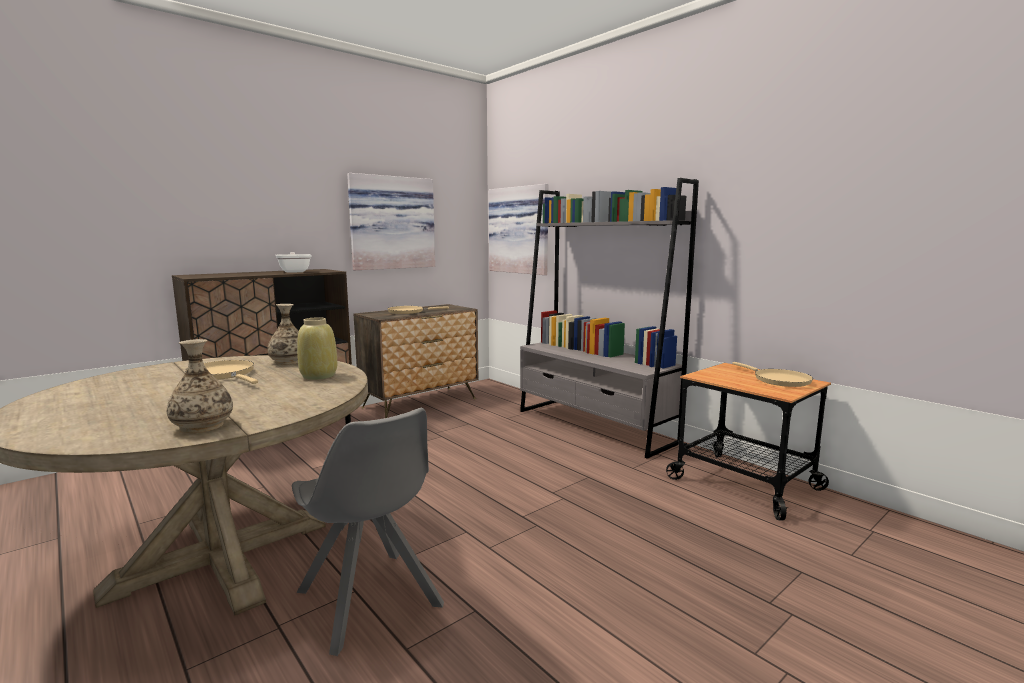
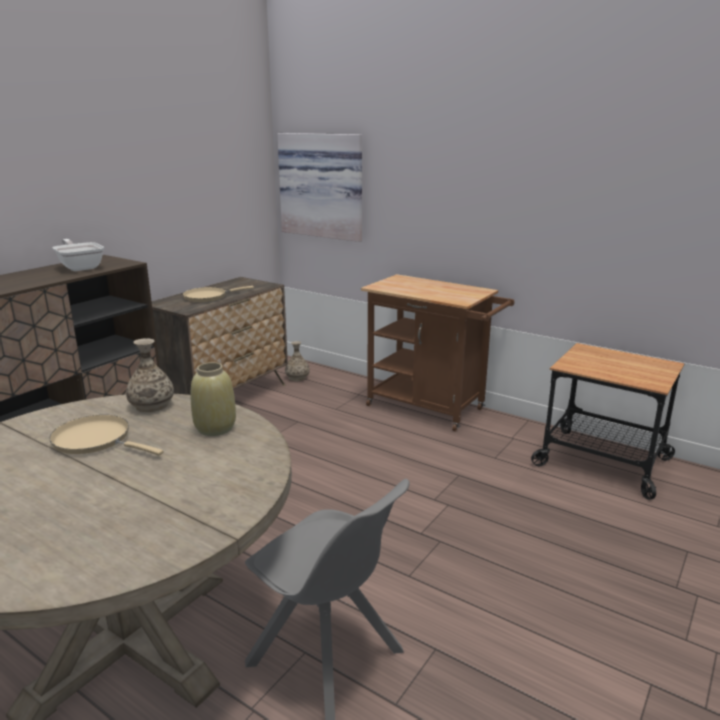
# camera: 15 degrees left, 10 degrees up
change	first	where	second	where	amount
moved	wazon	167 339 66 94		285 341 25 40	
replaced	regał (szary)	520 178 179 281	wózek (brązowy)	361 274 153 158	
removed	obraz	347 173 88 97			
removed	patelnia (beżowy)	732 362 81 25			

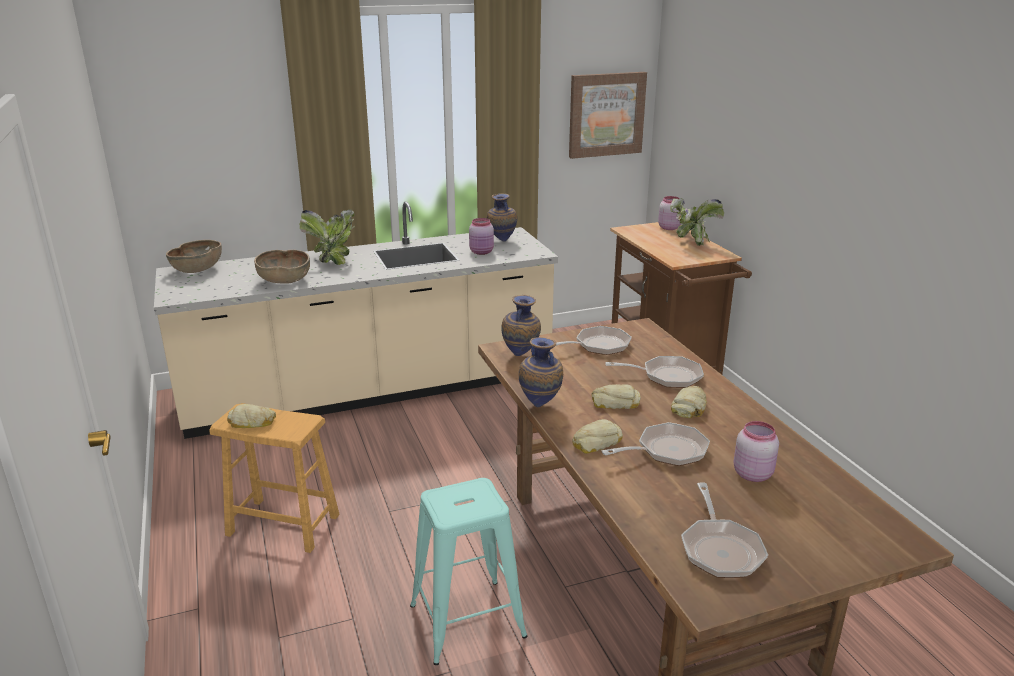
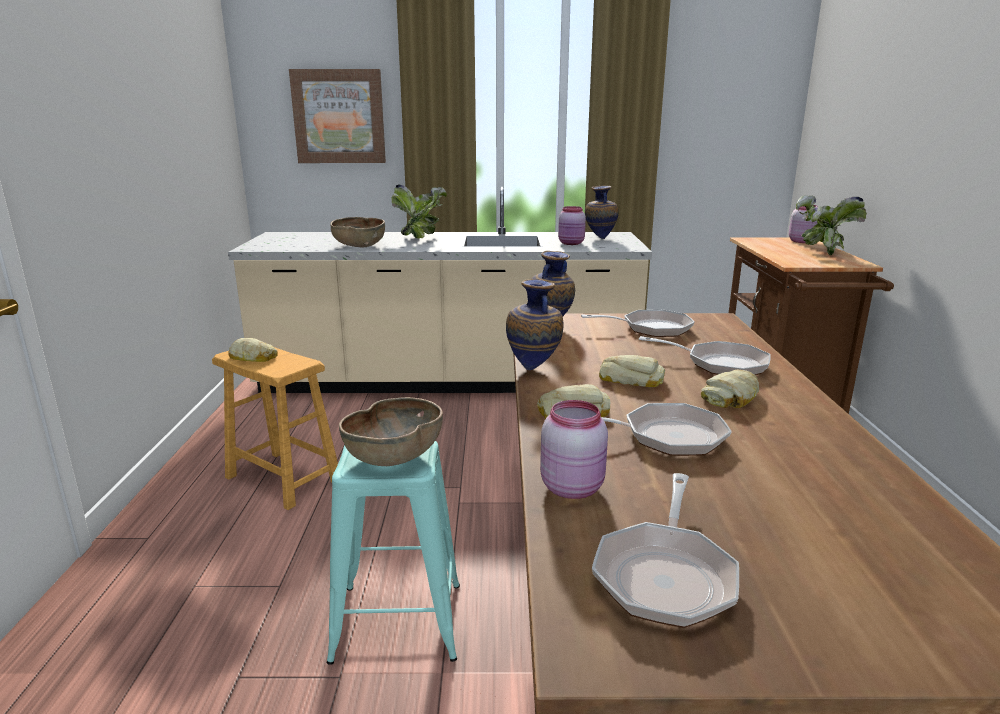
# camera: 20 degrees right, 5 degrees down
change	first	where	second	where	amount
moved	obraz	569 72 78 87		289 69 97 94	
moved	miska (brązowy)	166 240 56 33		339 397 104 69	
moved	słoik (różowy)	733 421 46 61		540 400 68 99	

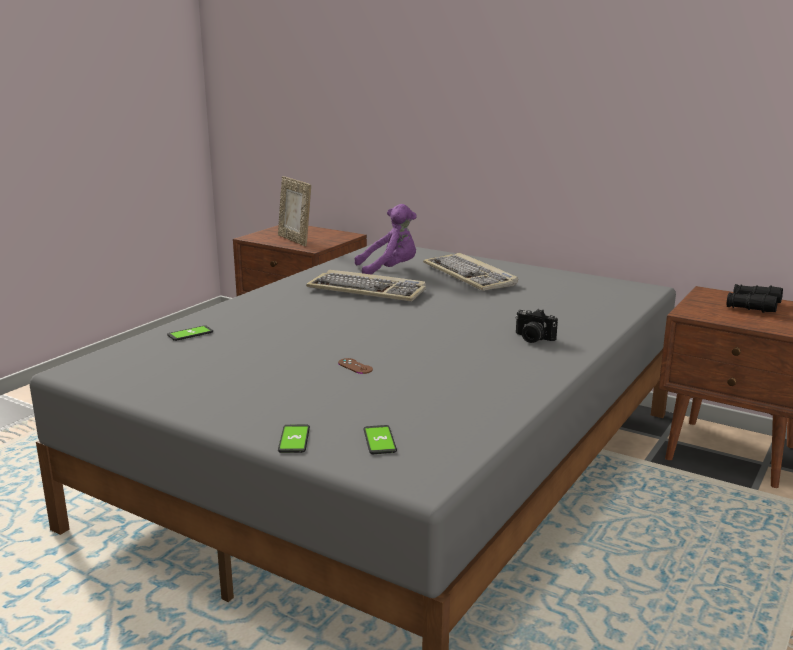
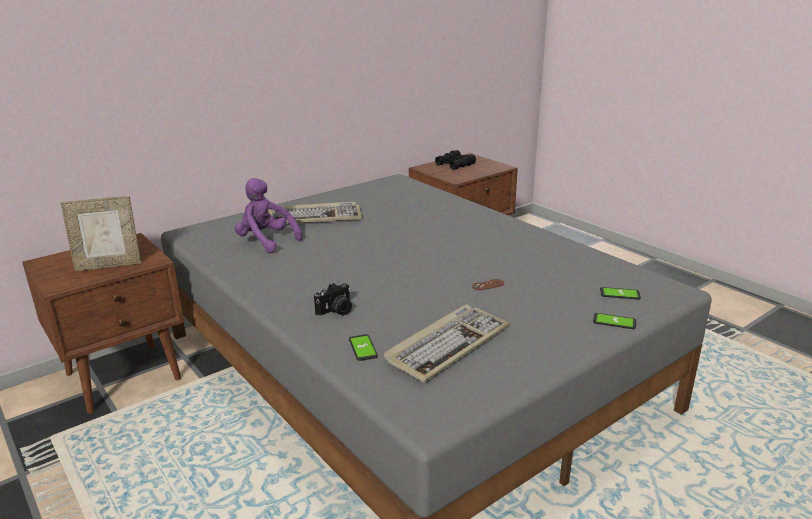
# camera: 70 degrees left, 5 degrees up
change	first	where	second	where	amount
turned	pluszak (fioletowy)	355 204 62 71		235 178 67 74	60 degrees counterclockwise
moved	aparat fotograficzny	515 309 43 34		314 283 38 33	
moved	klawiatura	306 270 120 31		384 304 126 79	

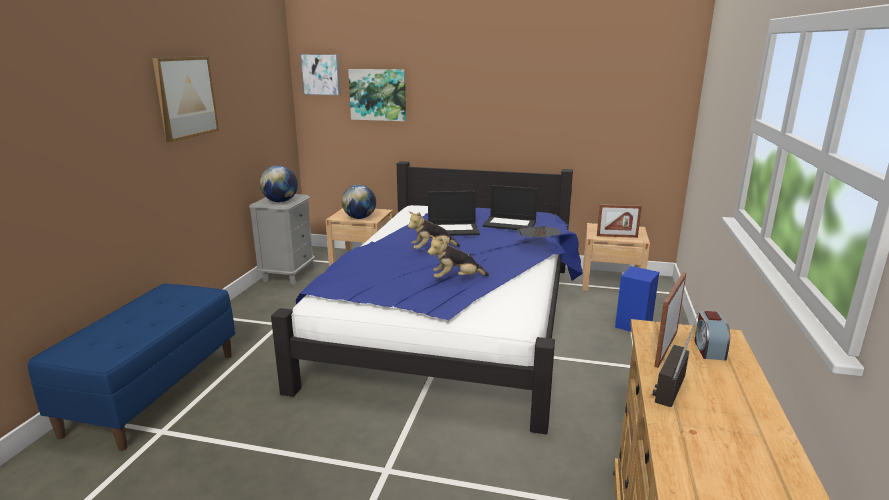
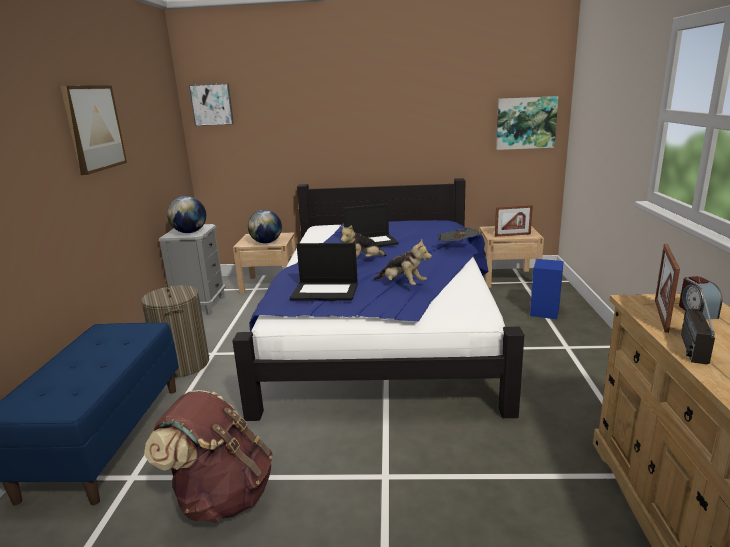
# camera: 10 degrees left, 0 degrees up
change	first	where	second	where	amount
added			kosz na pranie	141 283 68 95	
added			plecak (brązowy)	144 390 129 133	
moved	laptop	483 185 55 45		290 243 68 58	
turned	pluszak	427 235 62 43		374 239 58 46	120 degrees counterclockwise
moved	obraz	348 69 58 52		496 96 63 54	

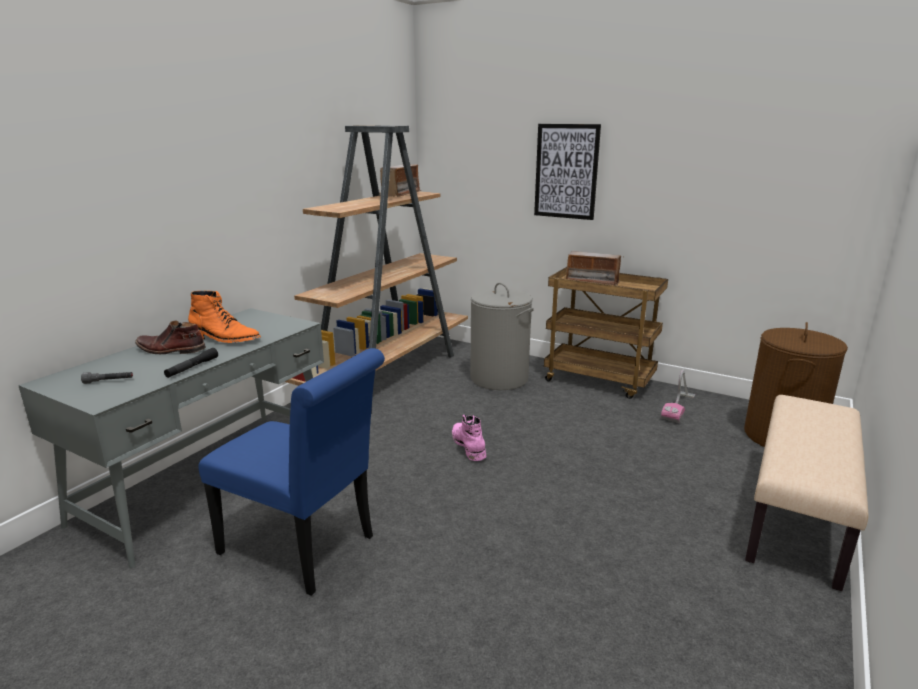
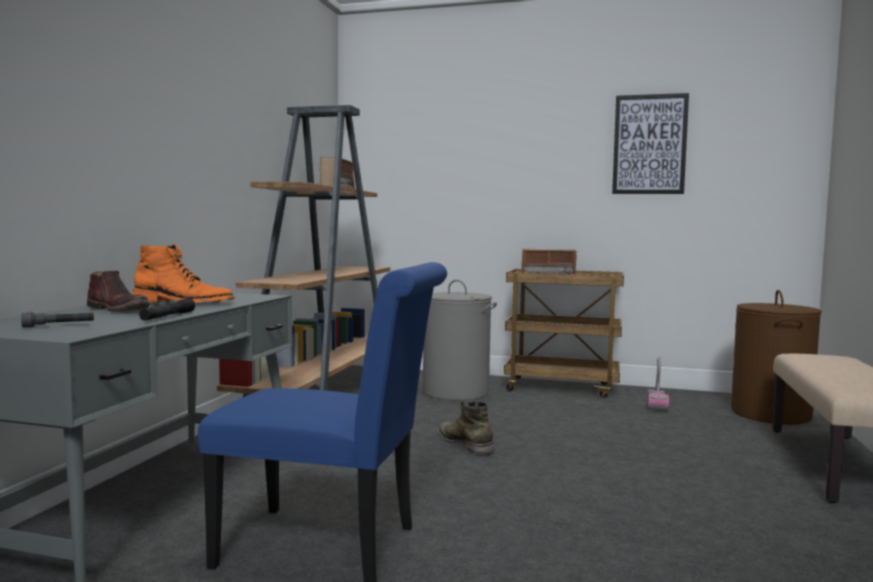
# camera: 15 degrees left, 15 degrees down
change	first	where	second	where	amount
turned	but z cholewką (brązowy)	135 320 71 34		87 271 63 41	135 degrees counterclockwise
recoloured	but z cholewką (różowy)	452 415 34 46	but z cholewką (zielony)	438 400 57 53	
moved	obraz	534 124 67 96		612 93 77 101	

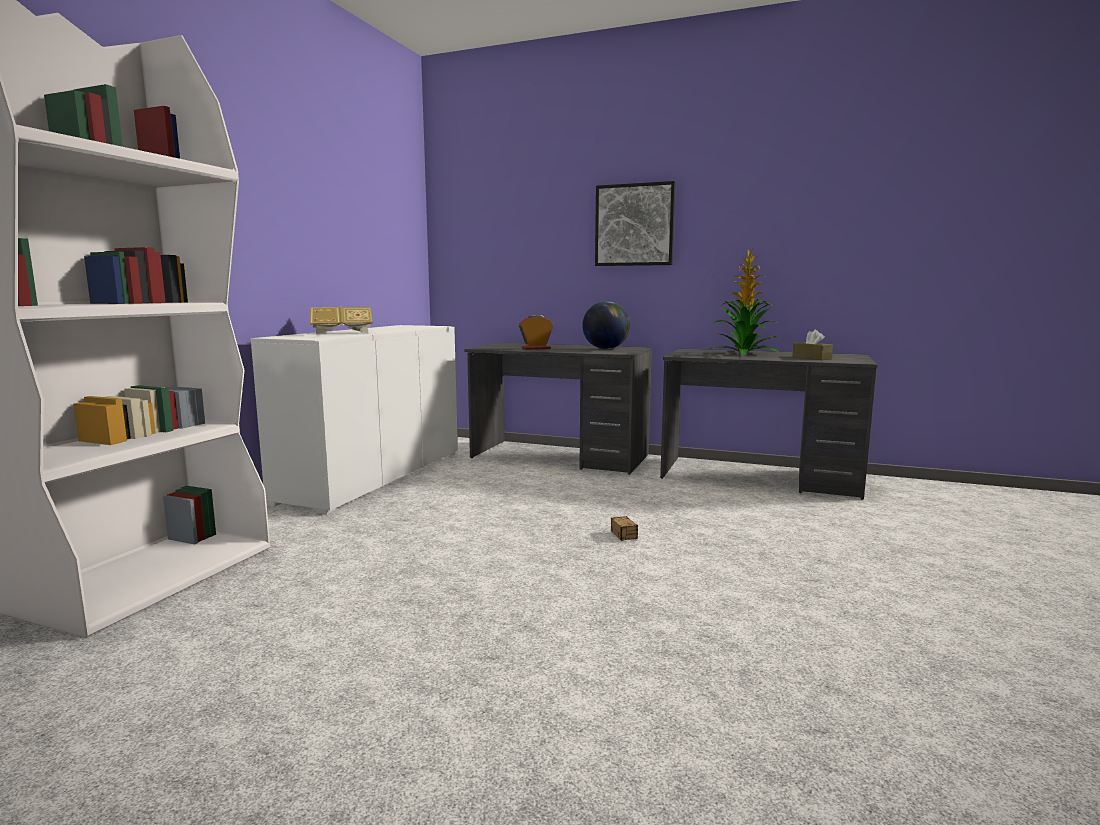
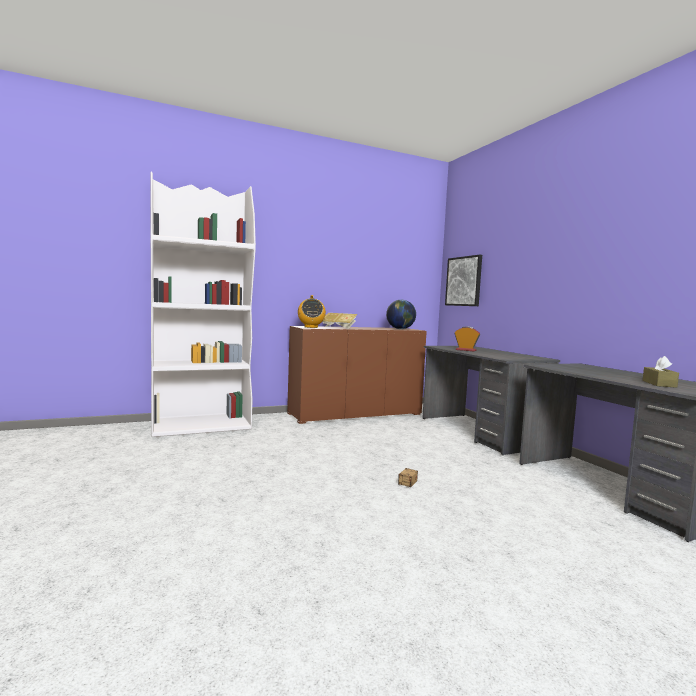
# camera: 45 degrees right, 5 degrees down
change	first	where	second	where	amount
recoloured	szafka (biały)	251 325 207 189	szafka (brązowy)	287 326 140 98	
added			radio	298 295 28 33	
moved	globus	582 301 48 48		386 300 30 29	
moved	obraz	595 181 81 85		445 255 37 51	
removed	roślina doniczkowa	710 249 69 106			

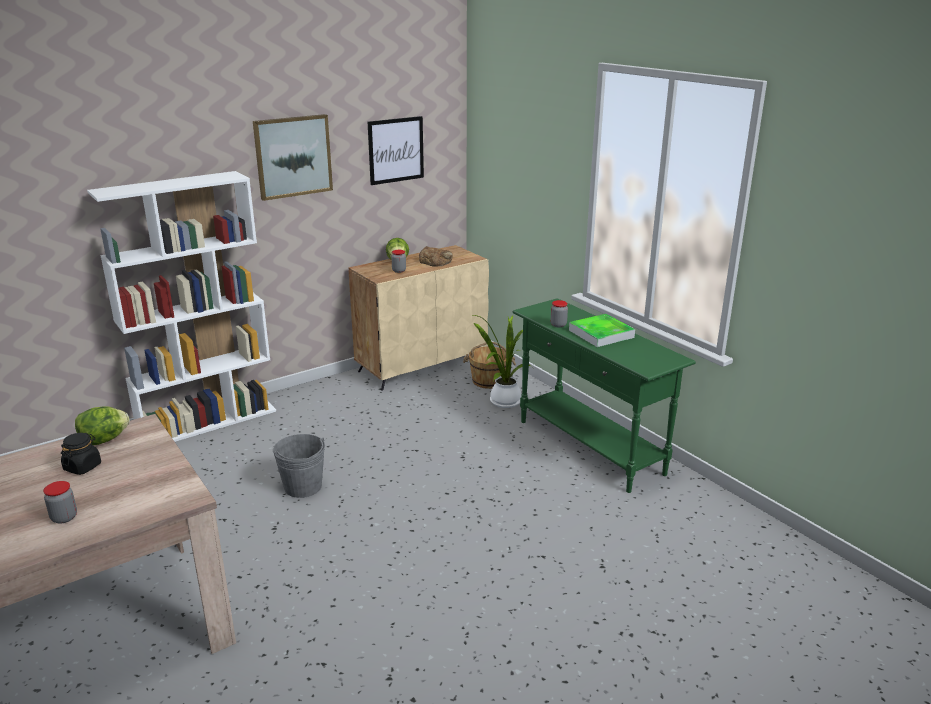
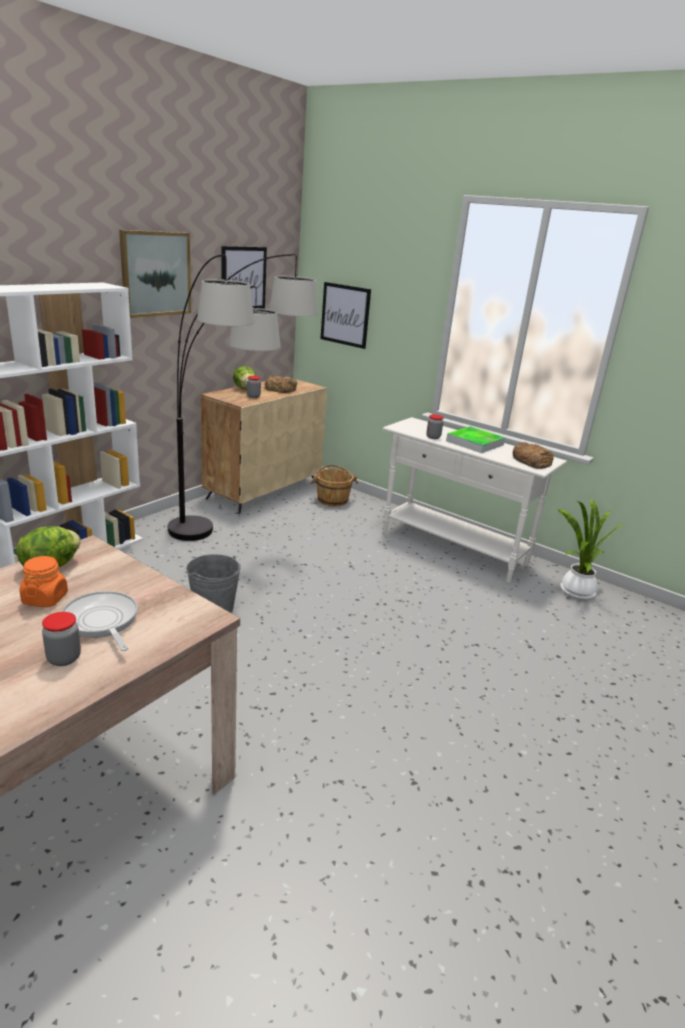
# camera: 20 degrees left, 0 degrees up
change	first	where	second	where	amount
recoloured	słoik (czarny)	61 433 40 42	słoik (pomarańczowy)	19 556 49 51	
added			patelnia	61 591 77 60	
added			lampa stojąca	168 254 150 287	
added			obraz	320 282 51 67	
recoloured	stolik konsolowy (zielony)	513 298 183 195	stolik konsolowy (biały)	383 417 184 166	
added			chleb	513 442 41 27	
moved	roślina doniczkowa	473 315 59 93		557 499 67 101	

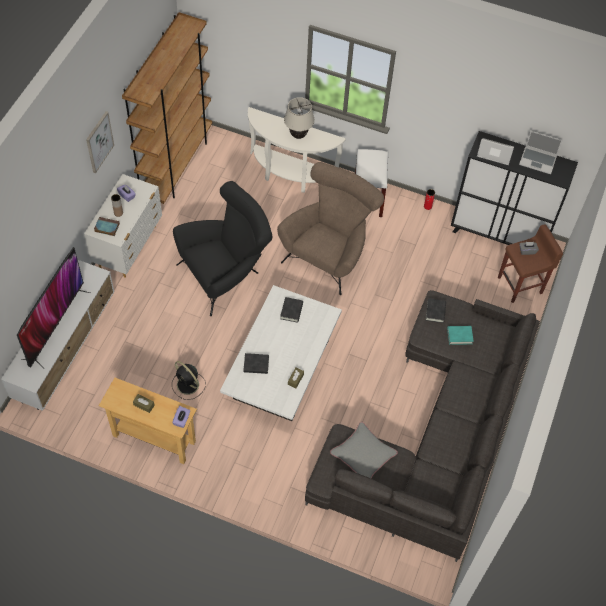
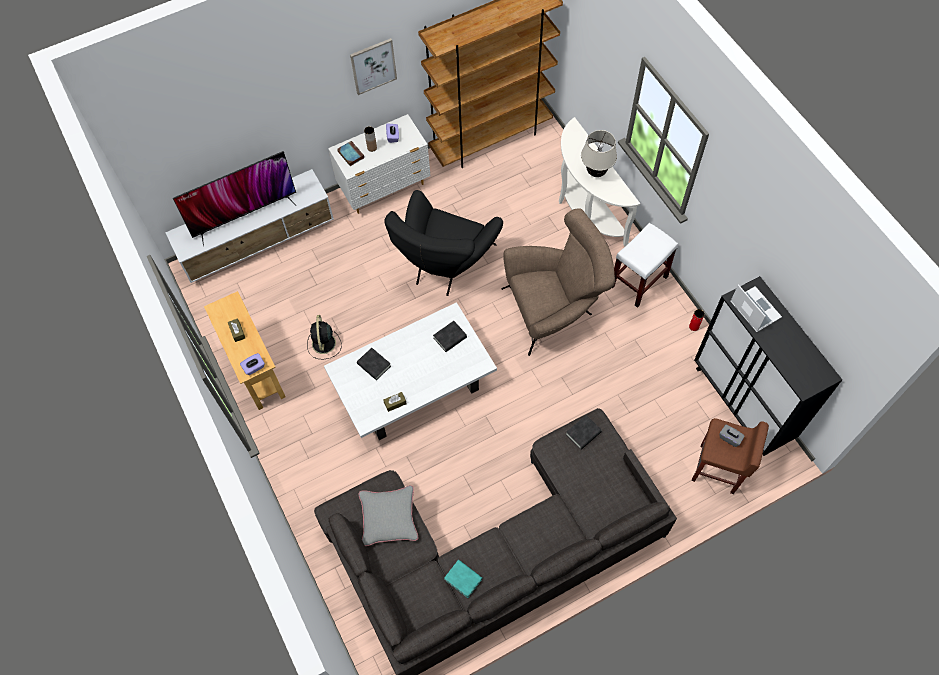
# camera: 45 degrees right, 5 degrees up
change	first	where	second	where	amount
turned	fotel (czarny)	173 181 99 135		384 190 119 106	105 degrees clockwise
moved	książka (turkusowy)	447 326 27 19		444 560 38 38	
removed	laptop	519 131 44 43			

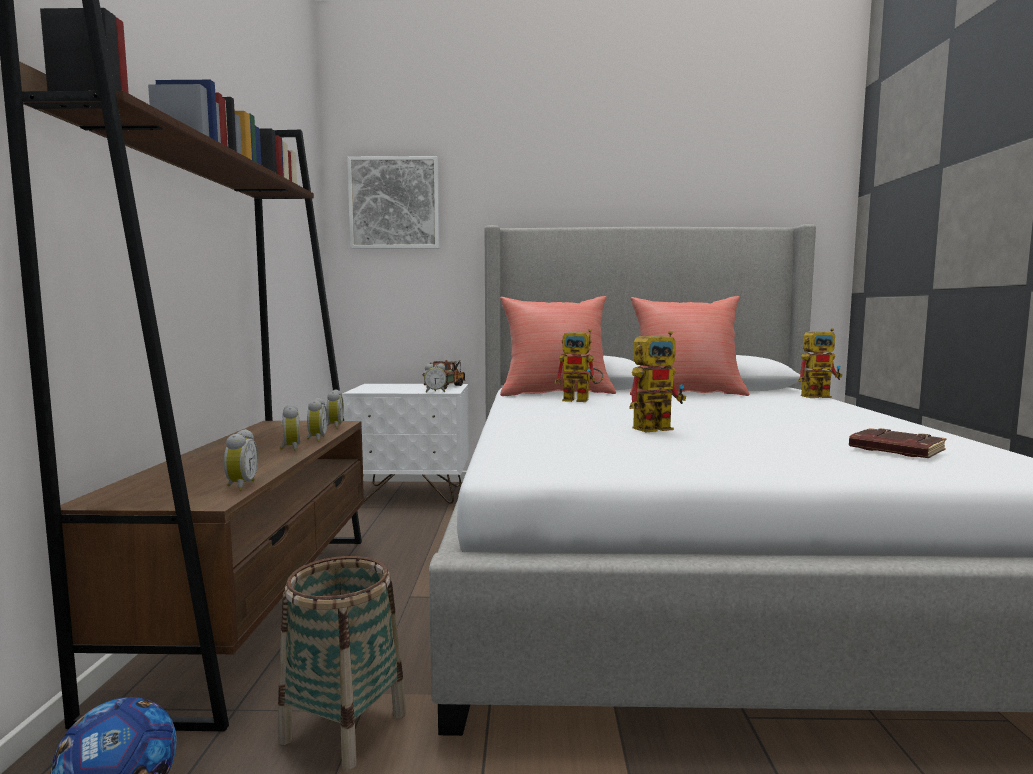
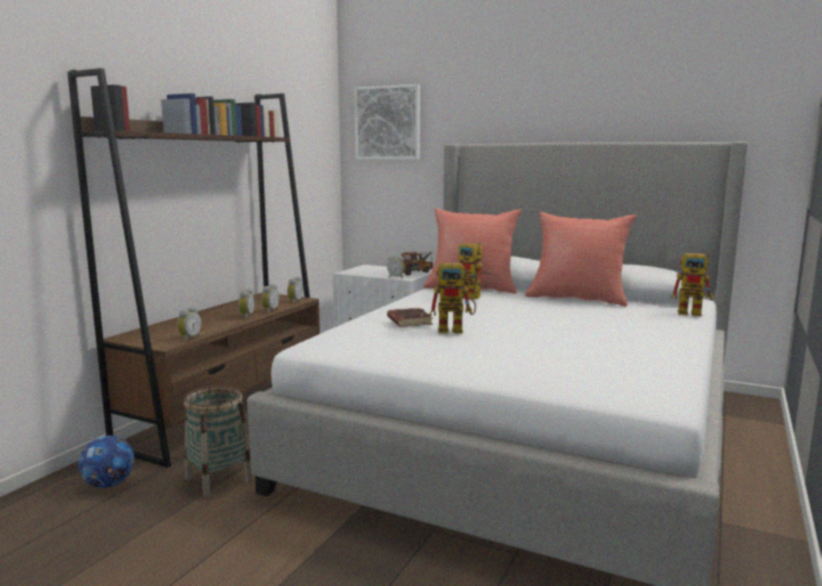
# camera: 25 degrees right, 5 degrees up
change	first	where	second	where	amount
moved	książka (brązowy)	849 428 97 30		387 308 46 19	

